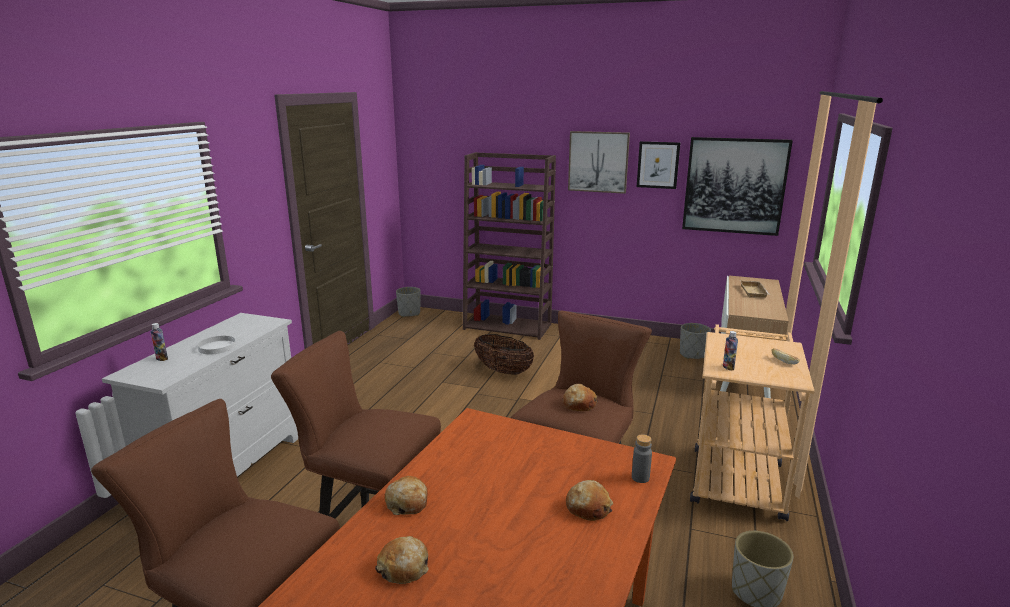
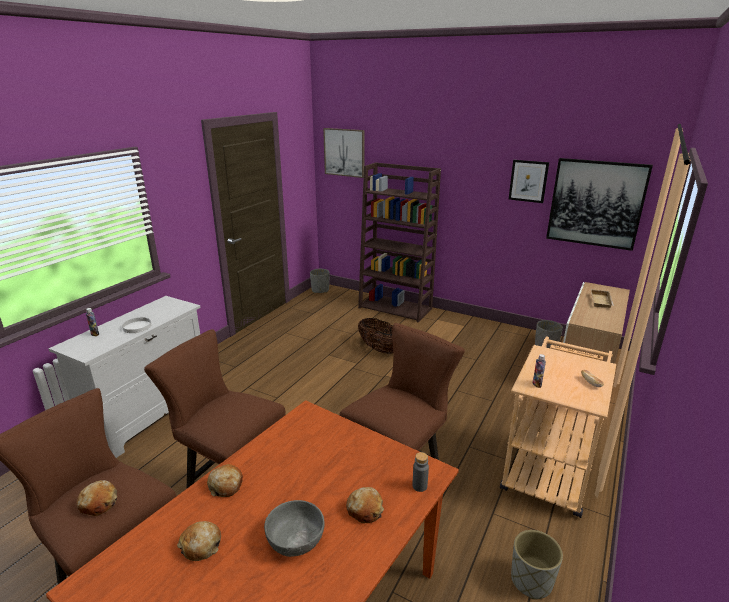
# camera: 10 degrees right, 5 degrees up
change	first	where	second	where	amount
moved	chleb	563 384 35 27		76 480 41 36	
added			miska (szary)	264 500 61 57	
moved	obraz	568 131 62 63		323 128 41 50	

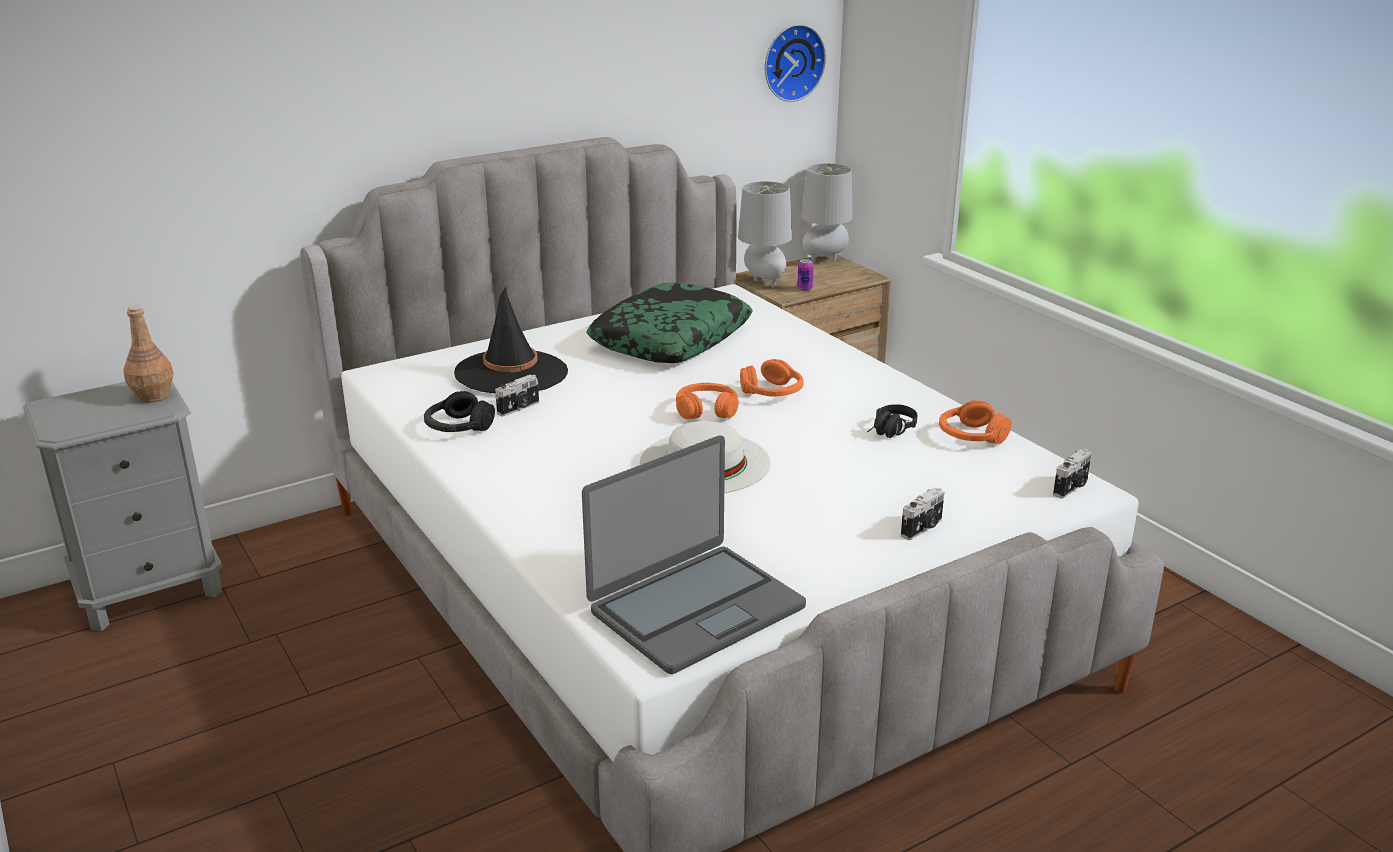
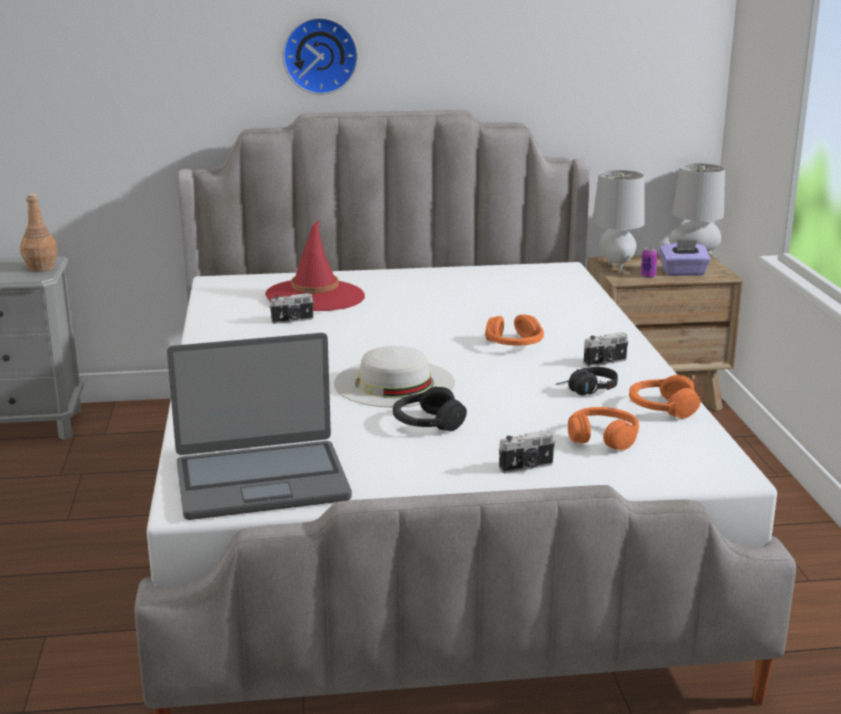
# camera: 25 degrees right, 5 degrees down
change	first	where	second	where	amount
recoloured	kapelusz (czarny)	454 287 114 107	kapelusz (czerwony)	265 220 100 91	
moved	zegar ścienny	765 24 61 78		283 17 75 78	
moved	słuchawki (czarny)	424 391 71 41		393 386 74 46	
moved	słuchawki (pomarańczowy)	676 383 63 36		568 407 71 43	
moved	aparat fotograficzny	1053 449 39 50		583 332 45 35	
added			pudełko chusteczek (fioletowy)	659 240 52 36	
removed	poduszka	586 283 167 80			

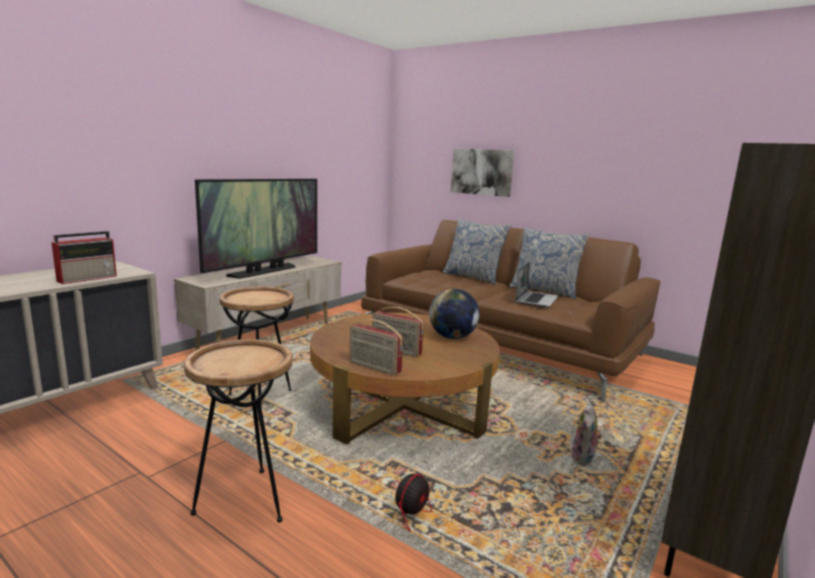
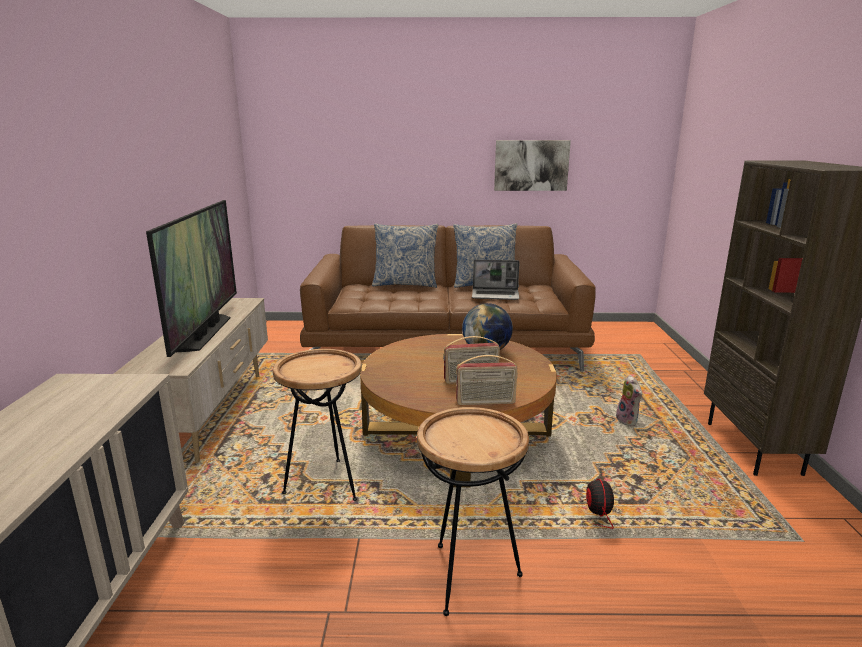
# camera: 35 degrees left, 5 degrees up
change	first	where	second	where	amount
turned	laptop	515 262 43 46		472 259 48 41	105 degrees clockwise
moved	obraz	451 149 64 48		494 140 77 51	
removed	radio	51 231 66 53			

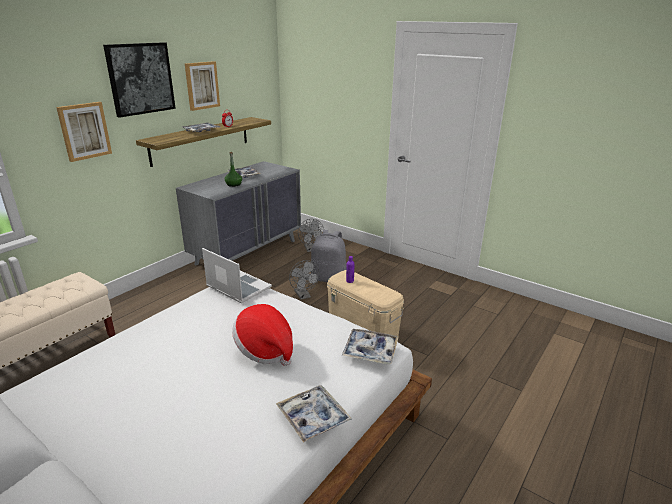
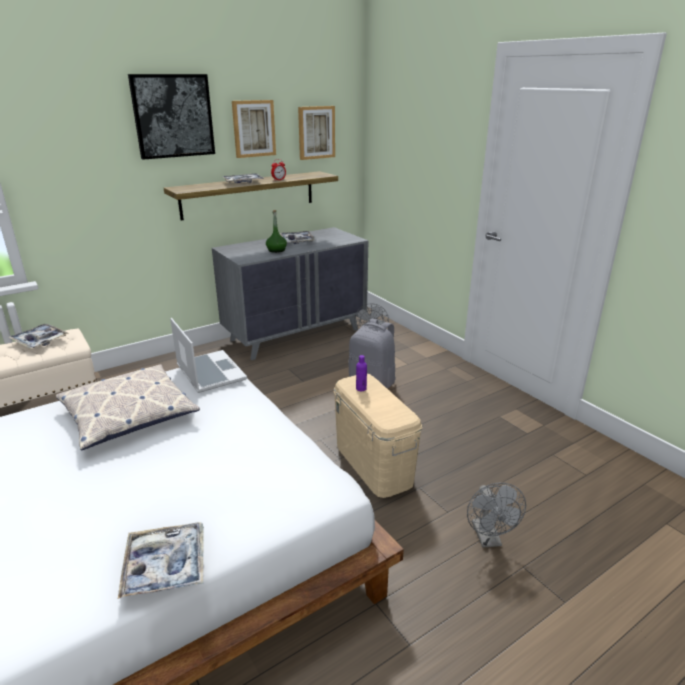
# camera: 20 degrees right, 0 degrees up
change	first	where	second	where	amount
moved	taca	342 329 57 35		9 324 60 24	
added			poduszka	56 364 144 86	
moved	obraz	56 102 56 60		298 106 37 54	
moved	wentylator (szary)	289 260 31 40		467 483 59 65	
removed	kapelusz	232 304 61 62			

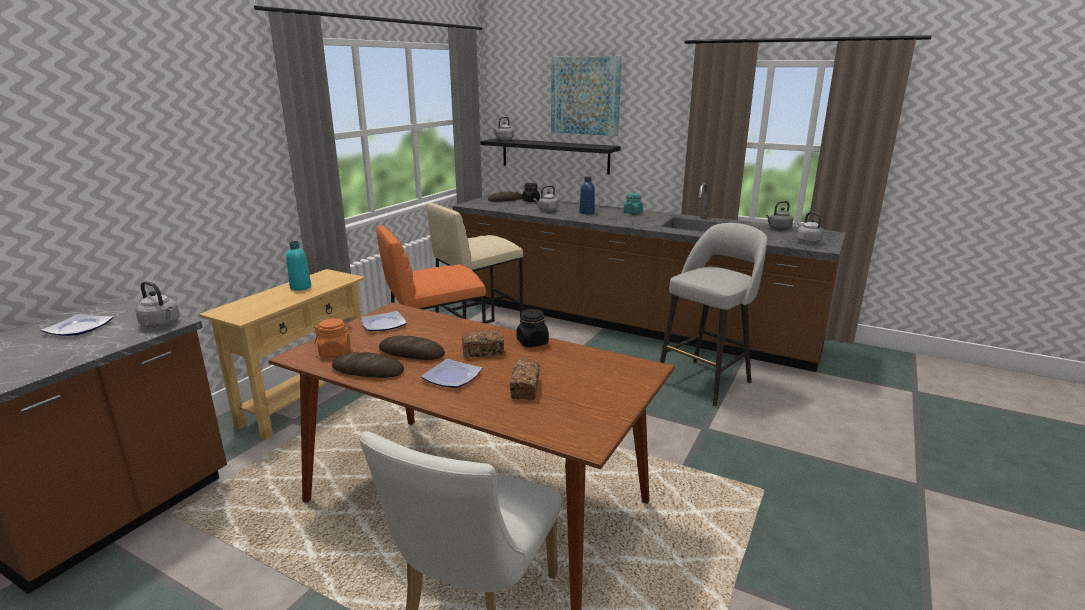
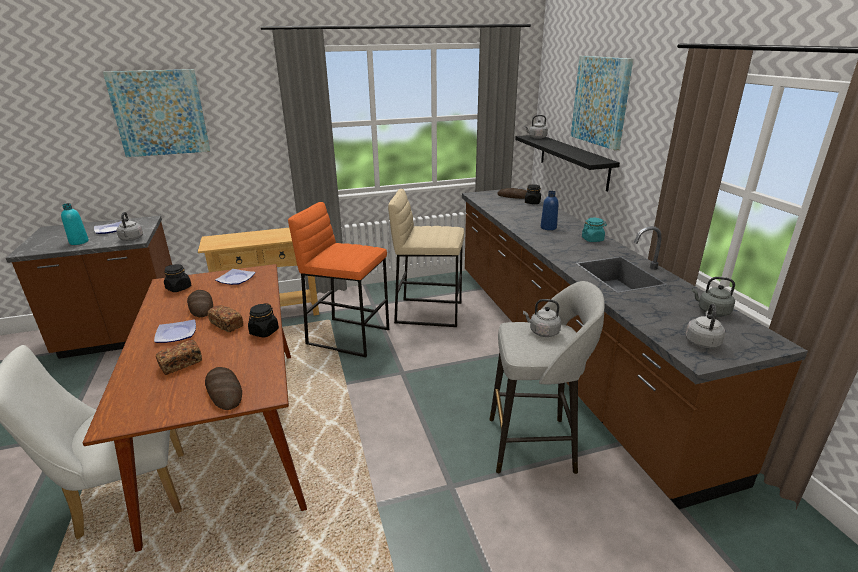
# camera: 45 degrees right, 5 degrees up
change	first	where	second	where	amount
moved	butelka (turkusowy)	286 241 25 50		61 203 28 42	
added			obraz	103 69 107 88	
recoloured	słoik (pomarańczowy)	314 318 38 39	słoik (czarny)	164 264 27 28	
moved	chleb	332 352 72 26		205 367 37 43	
moved	czajnik (szary)	534 186 24 26		523 299 38 38	

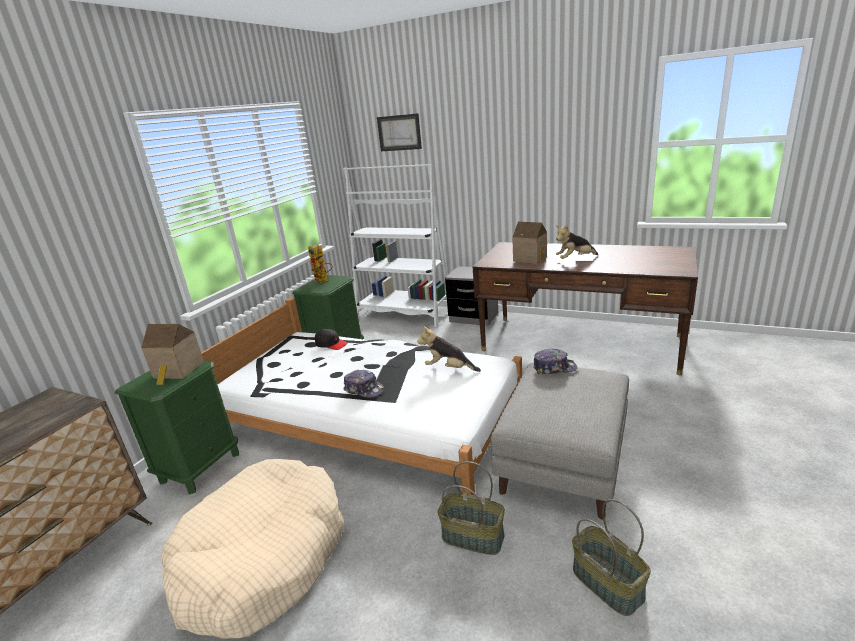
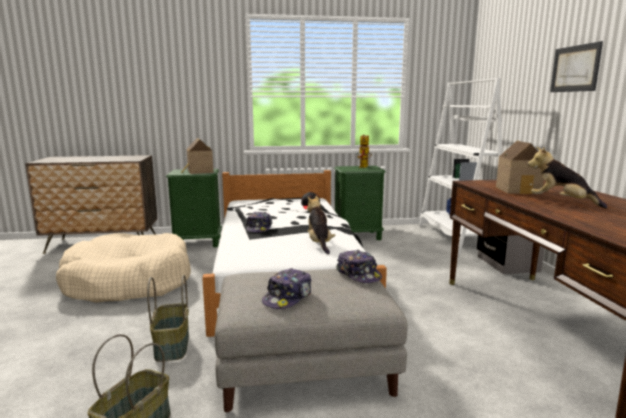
# camera: 55 degrees right, 10 degrees down
change	first	where	second	where	amount
added			czapka z daszkiem	262 268 49 41	
moved	obraz	377 113 45 38		550 41 53 51	

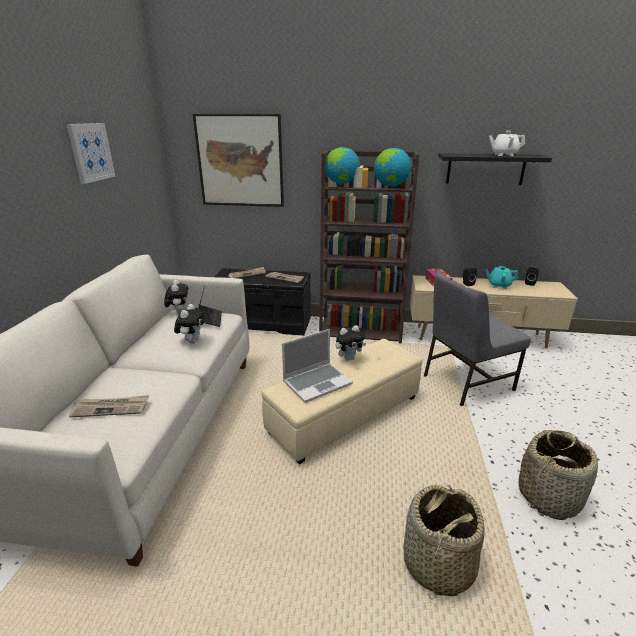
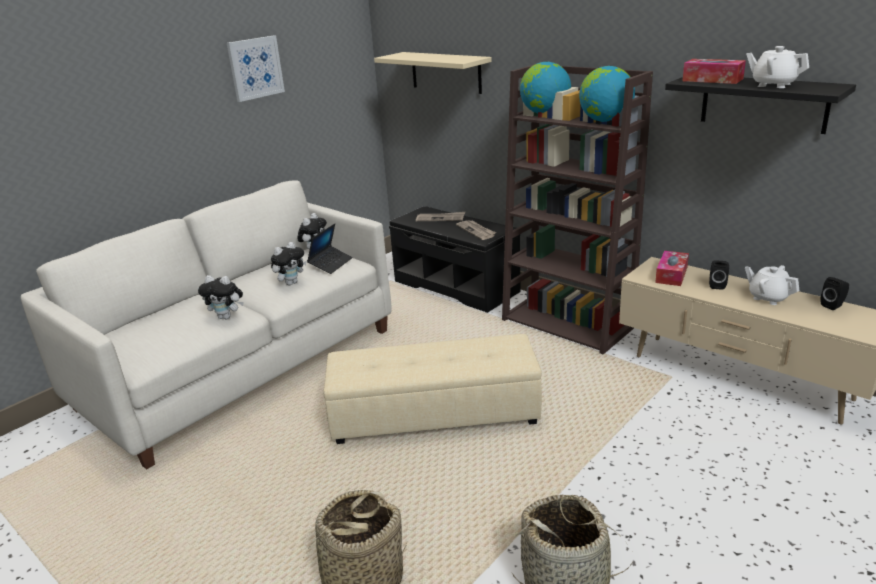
# camera: 35 degrees right, 0 degrees up
change	first	where	second	where	amount
moved	pluszak	336 325 30 36		198 275 46 44	
replaced	obraz	193 114 91 93	półka (beżowy)	374 52 118 42	
added			pudełko chusteczek	682 59 64 25	
recoloured	imbryk (turkusowy)	485 266 33 23	imbryk (biały)	745 265 54 40	
removed	gazeta	69 395 80 23			
removed	laptop	282 329 71 74			
removed	krzesło (szary)	424 272 107 134			

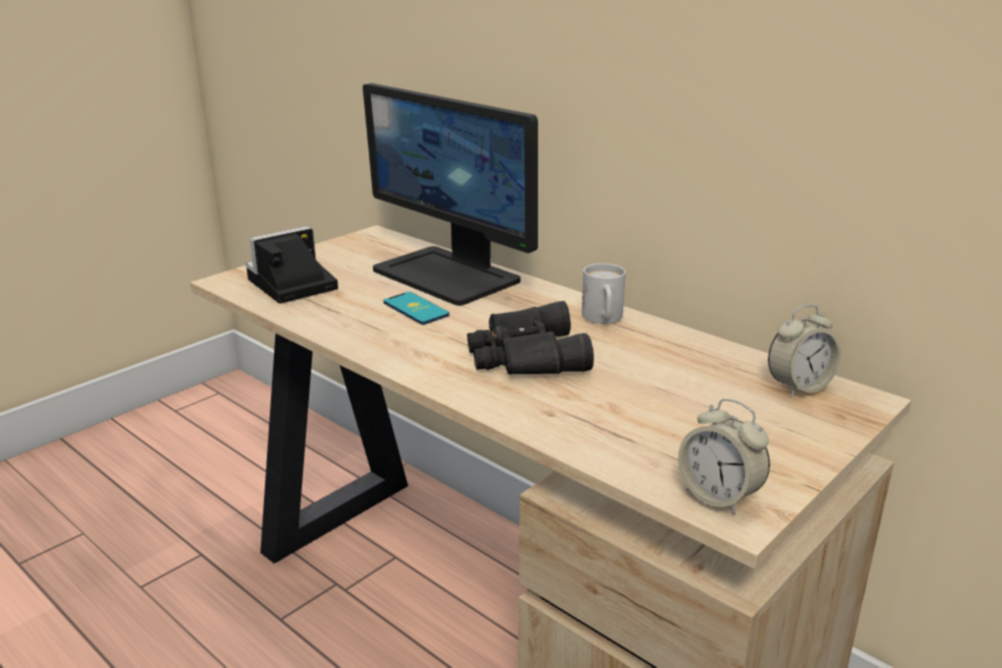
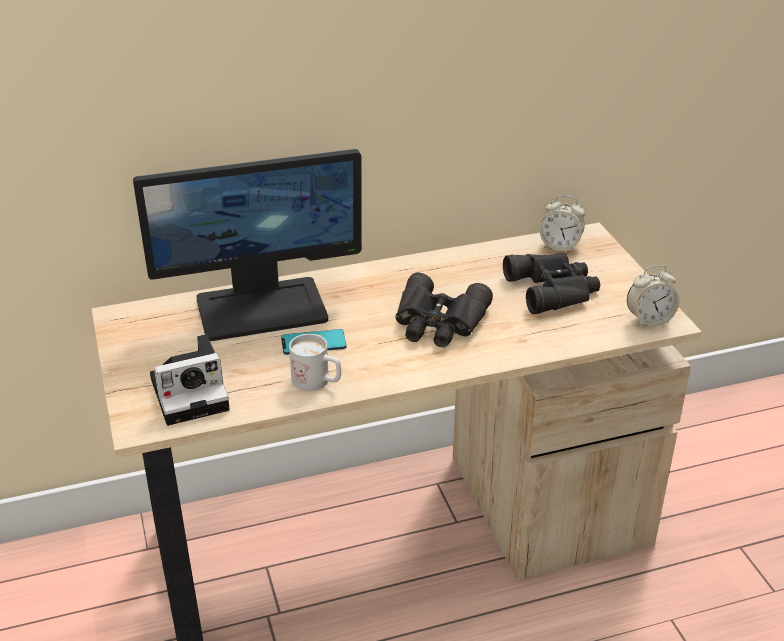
# camera: 60 degrees left, 10 degrees up
change	first	where	second	where	amount
turned	aparat fotograficzny	246 226 92 78		150 334 80 92	105 degrees counterclockwise
moved	kubek (biały)	582 263 44 61		289 334 52 57	
added			lornetka (czarny)	503 253 97 61	
turned	budzik	768 304 73 93		540 195 45 58	105 degrees clockwise

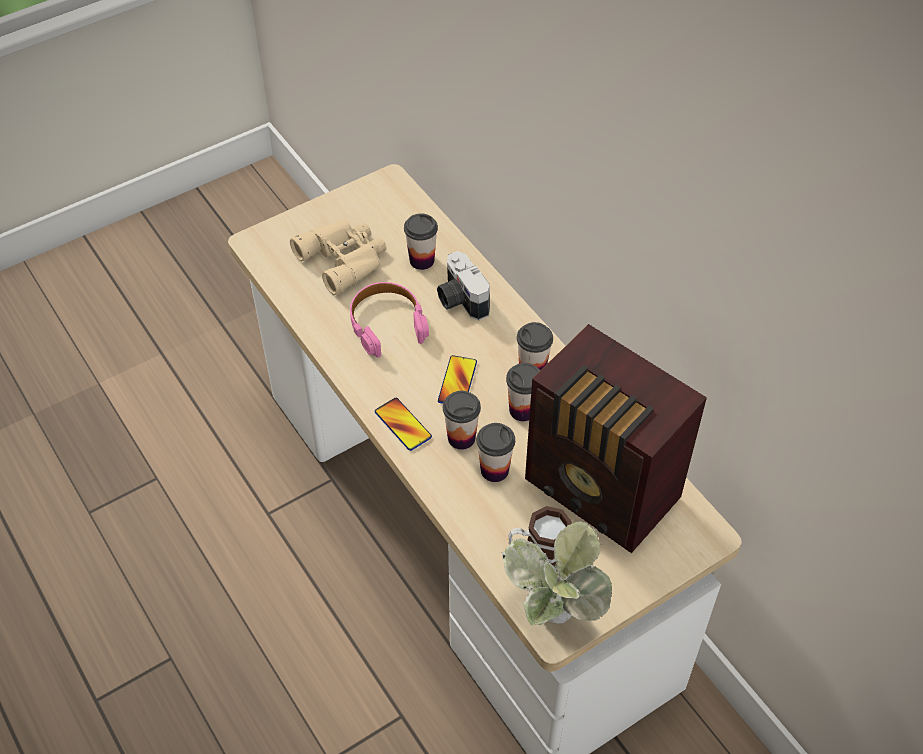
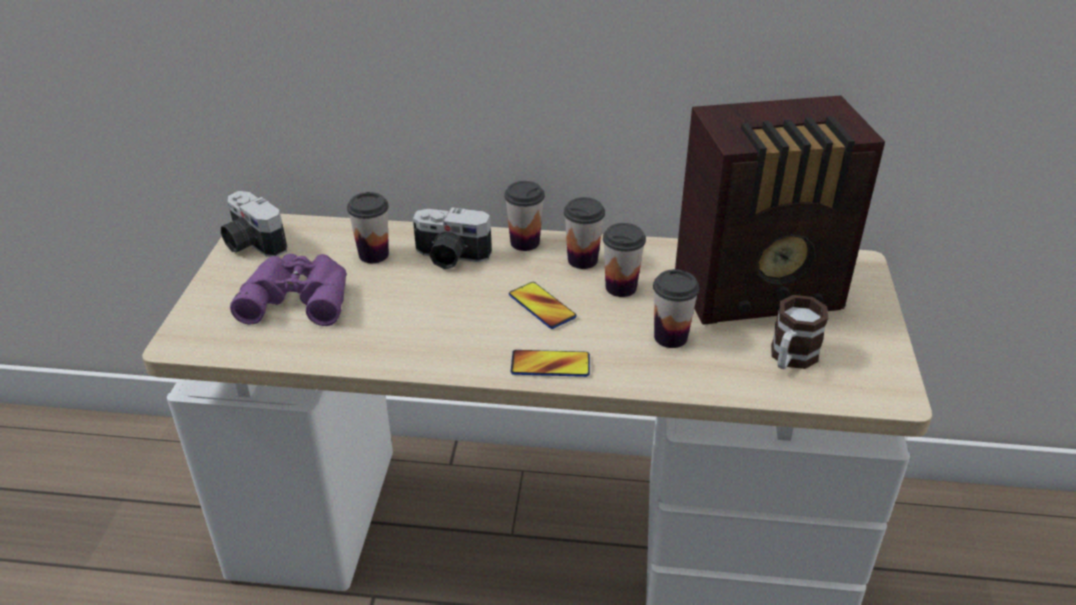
# camera: 50 degrees left, 15 degrees down
change	first	where	second	where	amount
added			aparat fotograficzny	221 191 66 66	
recoloured	lornetka (beżowy)	290 220 97 75	lornetka (fioletowy)	230 254 117 72	
moved	filiżanka	443 391 38 59		505 181 40 70	
removed	słuchawki (różowy)	350 282 79 76			
removed	roślina doniczkowa	501 521 111 105			

